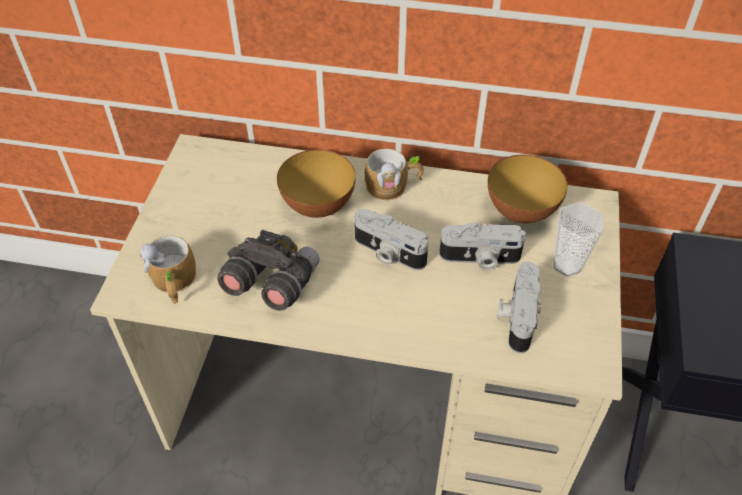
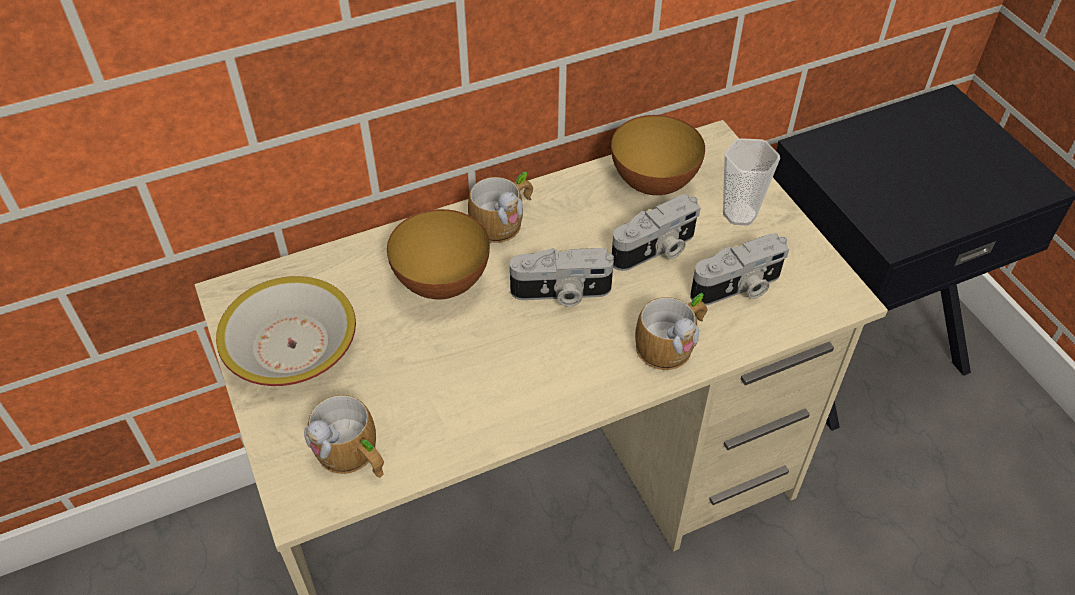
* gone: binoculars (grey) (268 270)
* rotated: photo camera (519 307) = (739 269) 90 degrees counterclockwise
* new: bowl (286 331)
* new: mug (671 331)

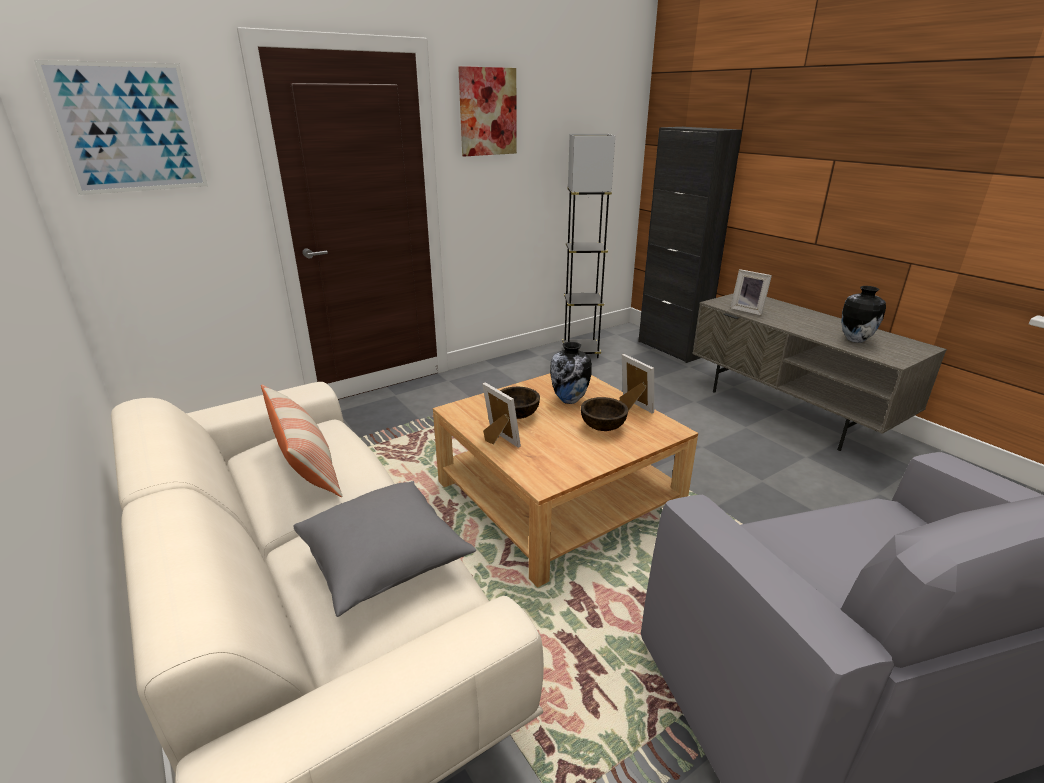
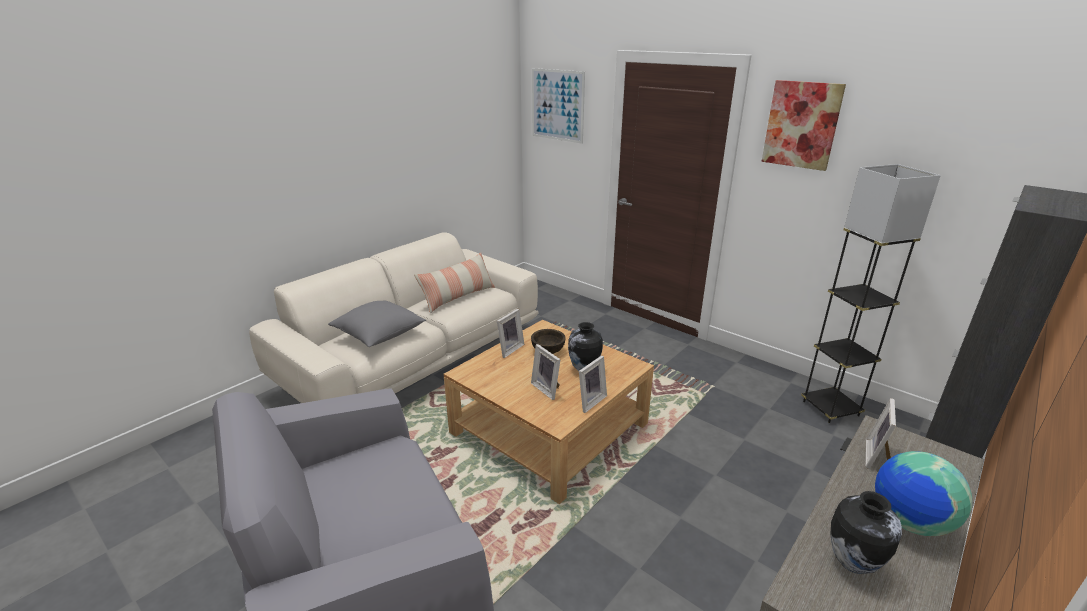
* swapped: bowl (brown) (604 414) to picture frame (546 372)
* new: globe (923 493)

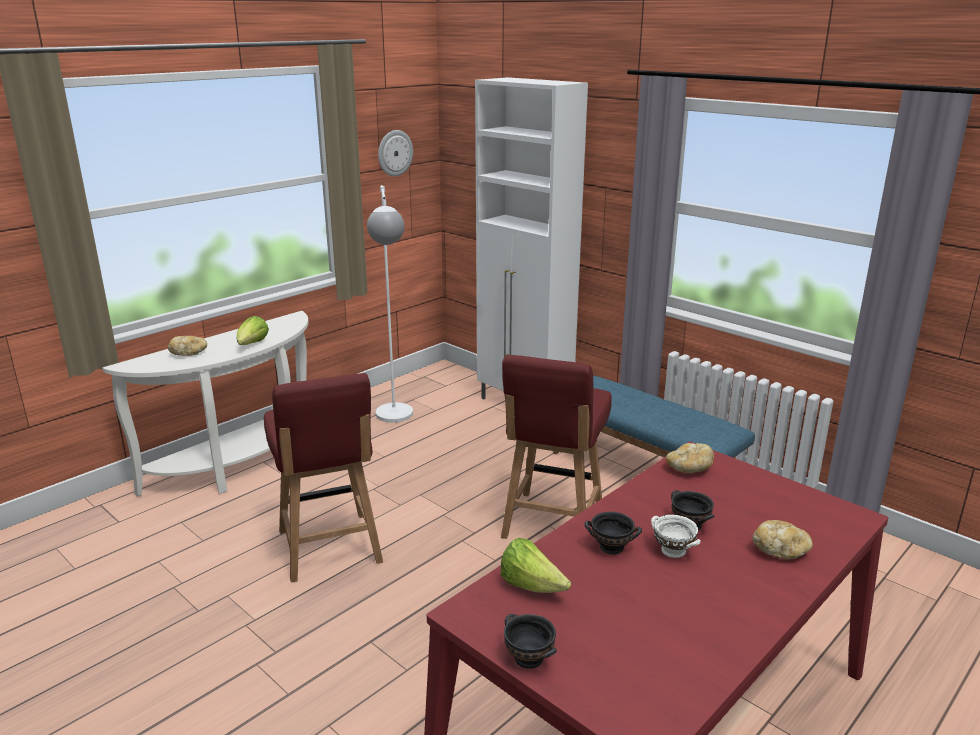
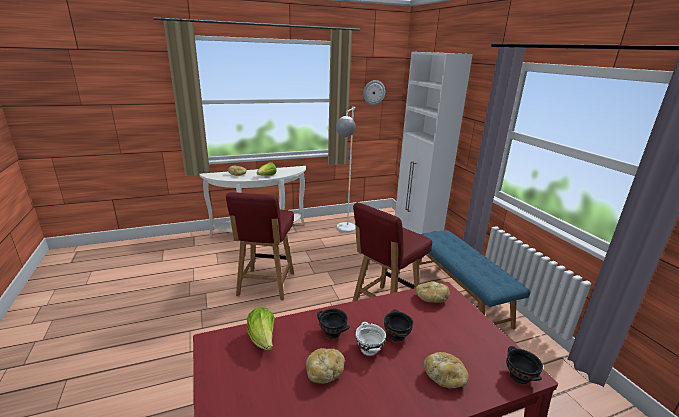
* shifted: bowl (black) (530 641) to (524 365)
* new: bread (325 366)

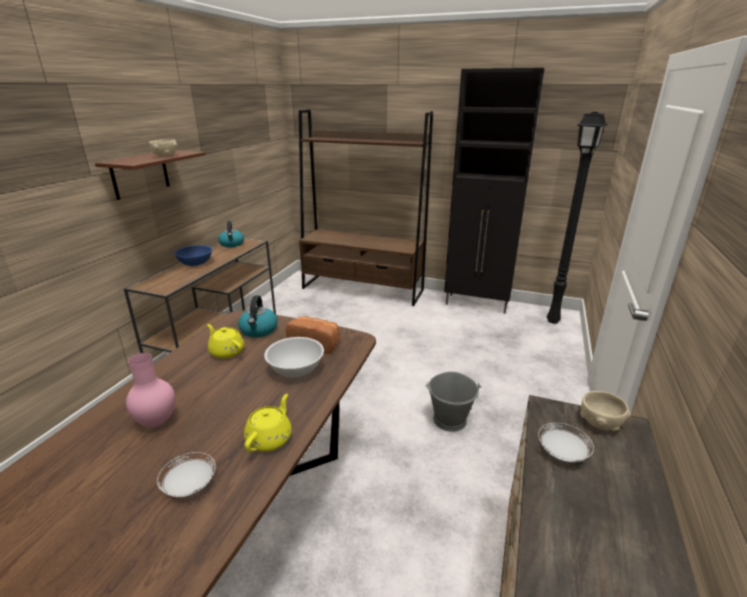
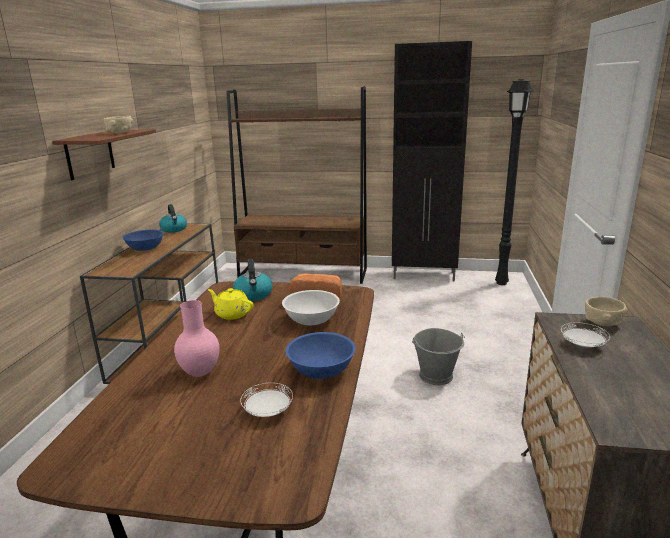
* swapped: teapot (yellow) (268 423) to bowl (blue) (321 355)

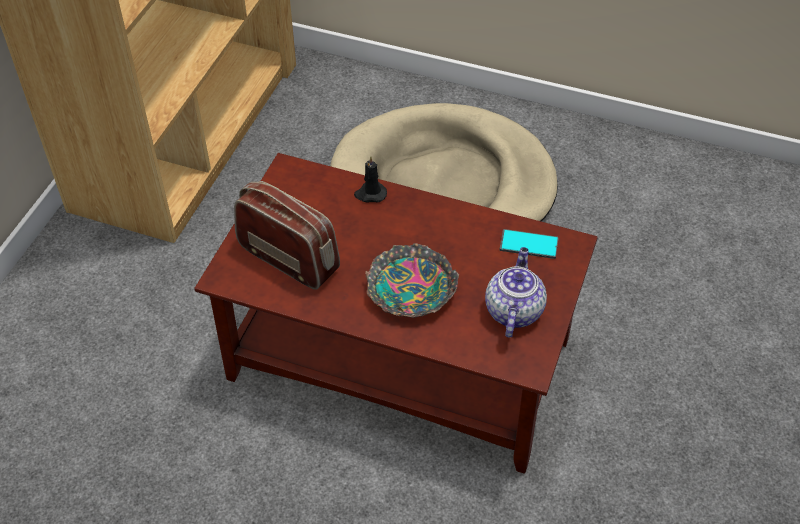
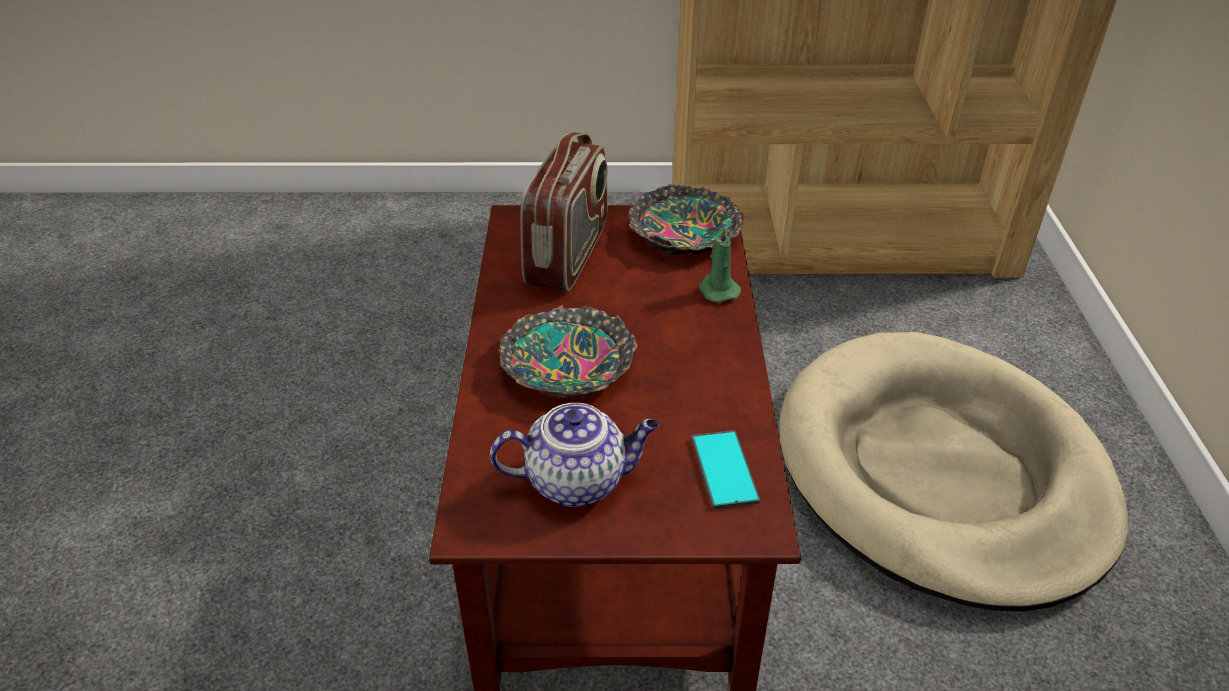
* repainted: candle (black) (370 179) to candle (green) (719 264)
* new: bowl (686 219)

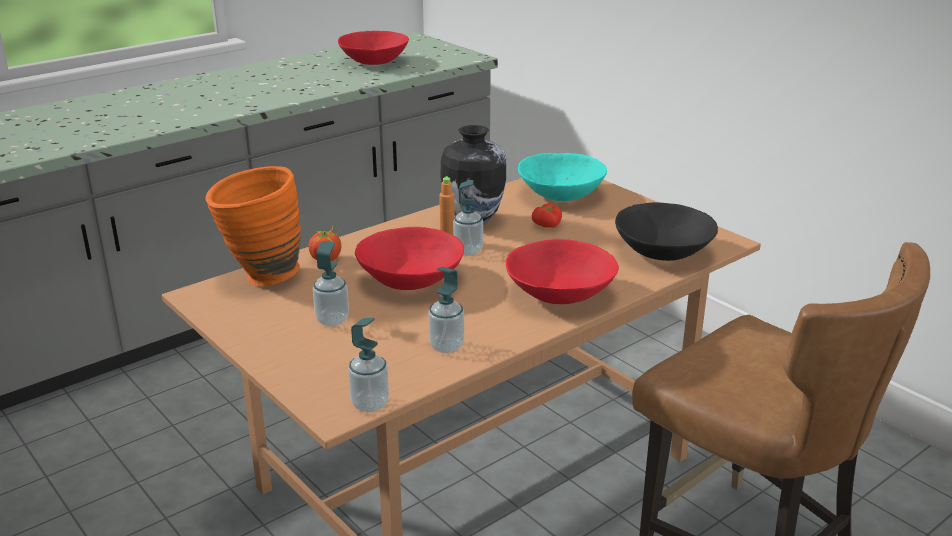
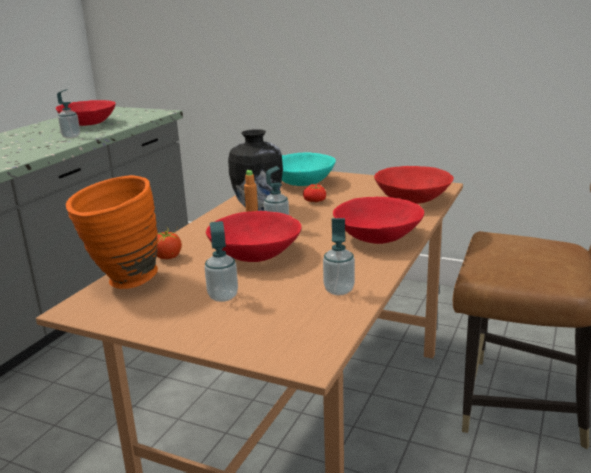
* shifted: soap dispenser (368 365) to (68 113)
* repainted: bowl (black) (666 231) to bowl (red) (414 185)

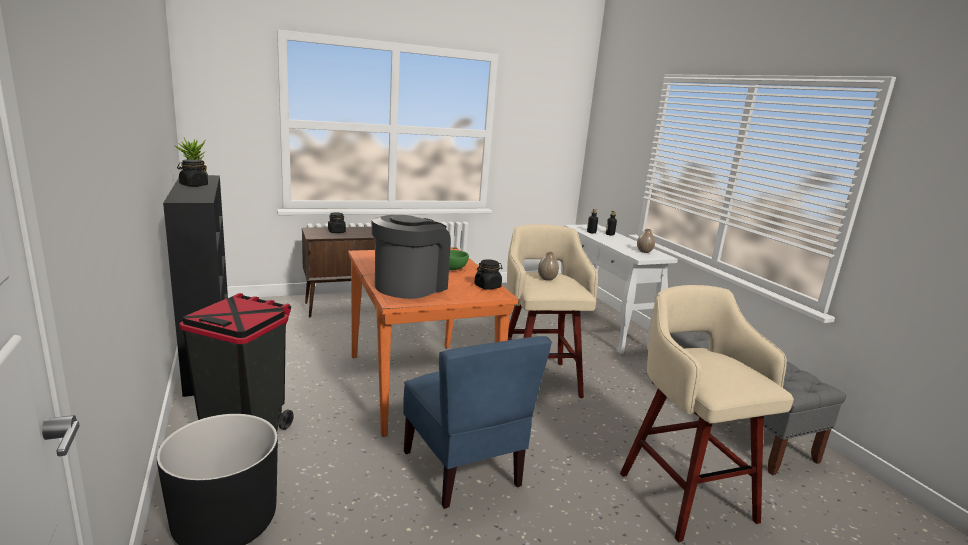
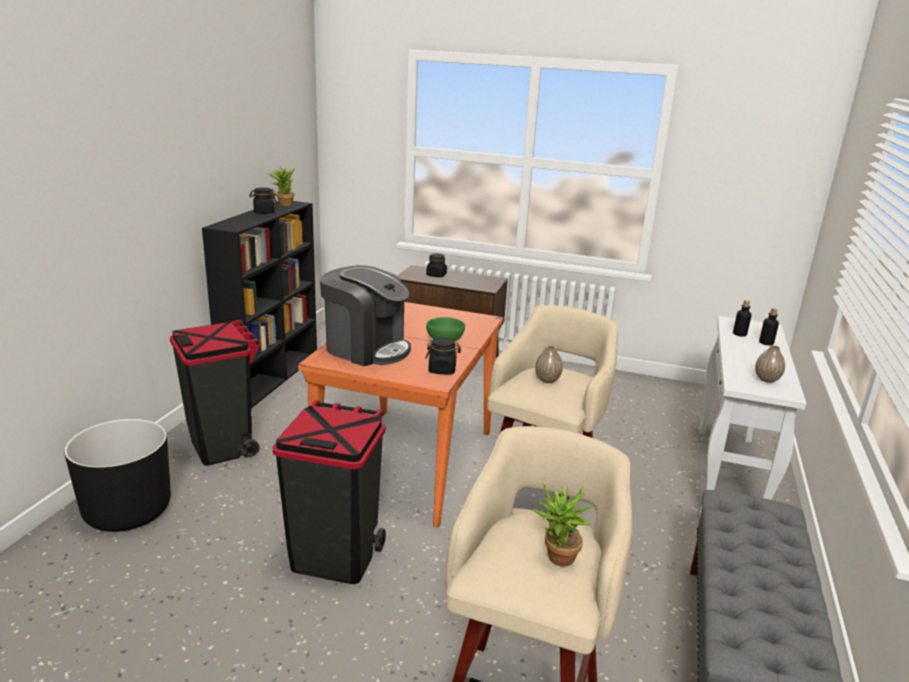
* rotated: coffee machine (411 257) = (365 315) 45 degrees clockwise
* swapped: chair (blue) (477 422) to trash can (black) (329 492)
* new: potted plant (565 525)

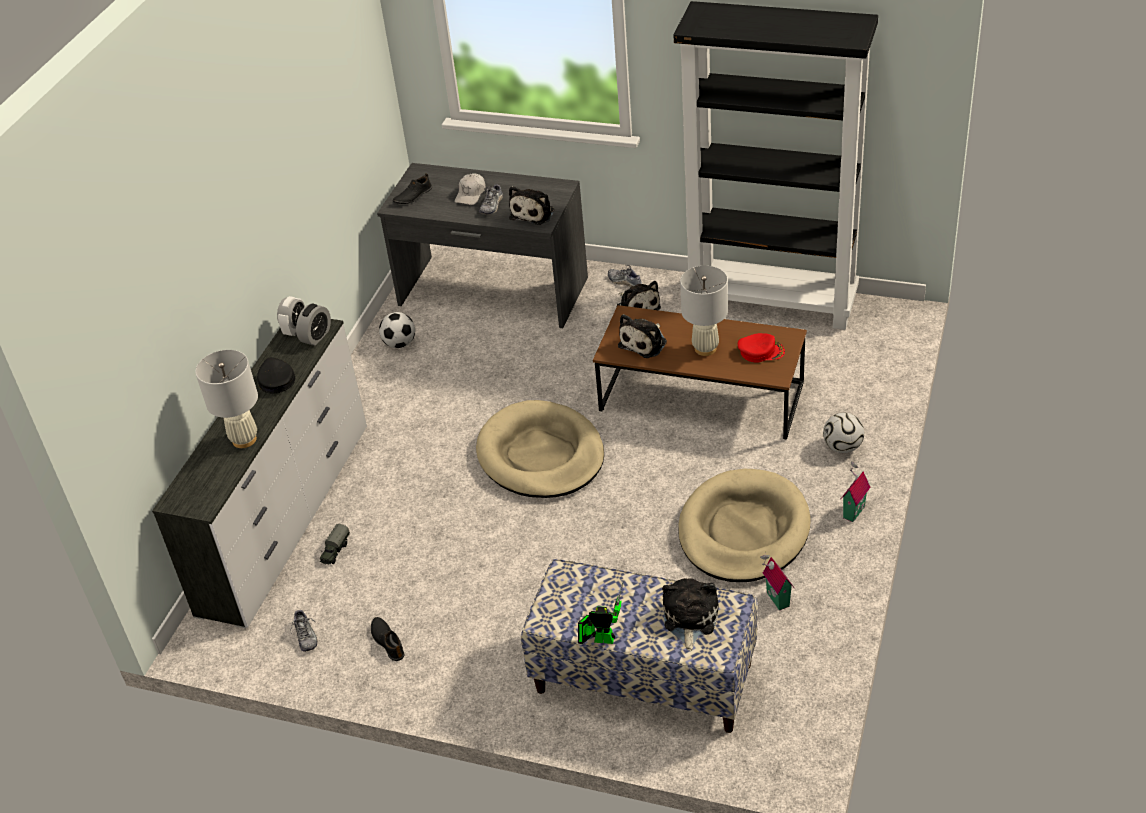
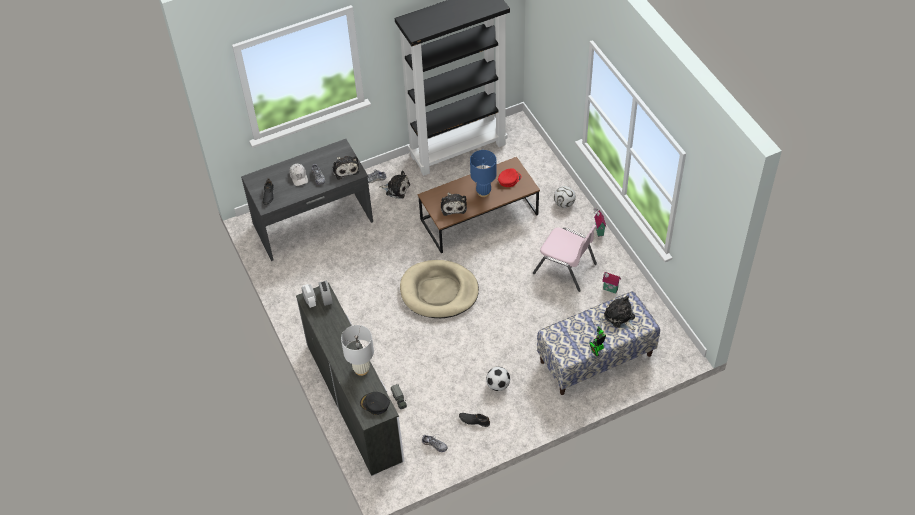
* shifted: cap (black) (276 375) to (375 403)
* shifted: football (397 330) to (498 379)
* swapped: dog bed (beige) (744 525) to chair (pink) (565 258)
* repainted: table lamp (white) (704 311) to table lamp (blue) (483 173)

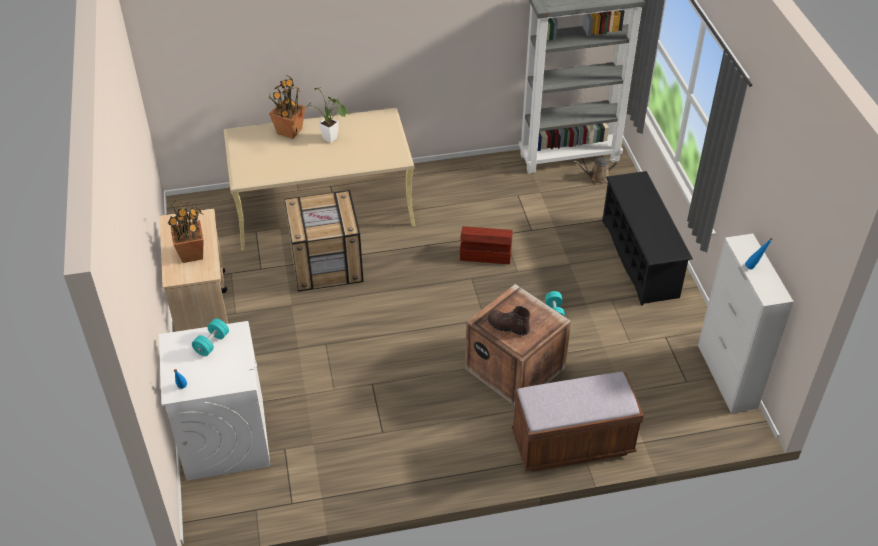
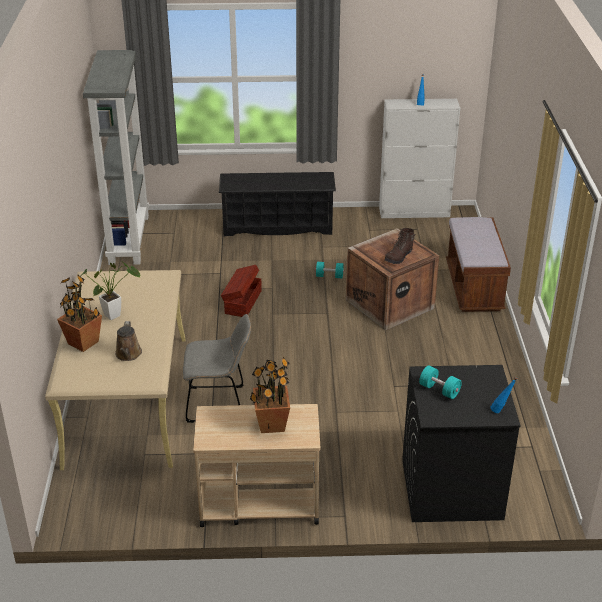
* repainted: washing machine (white) (214 401) to washing machine (black) (461 443)
* swapped: crate (324 241) to chair (grey) (217 368)
* shifted: watering can (brown) (595 170) to (128 341)

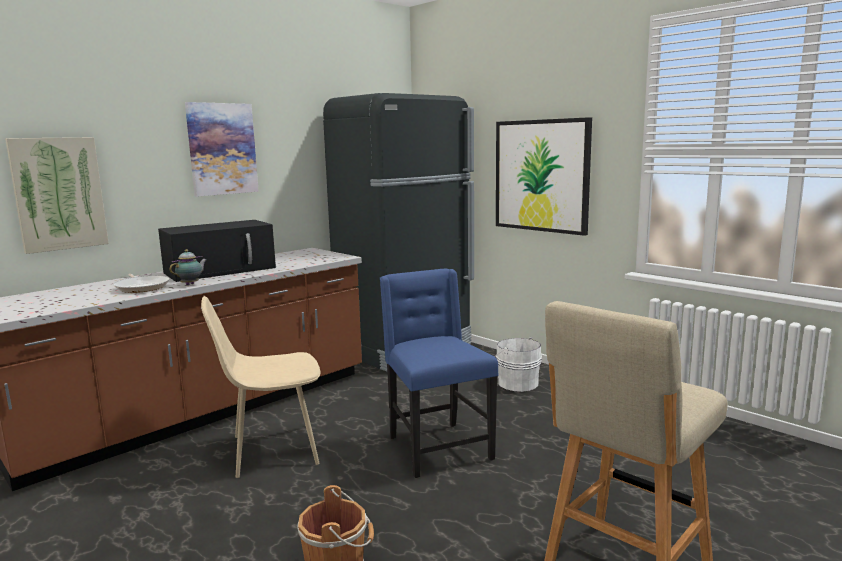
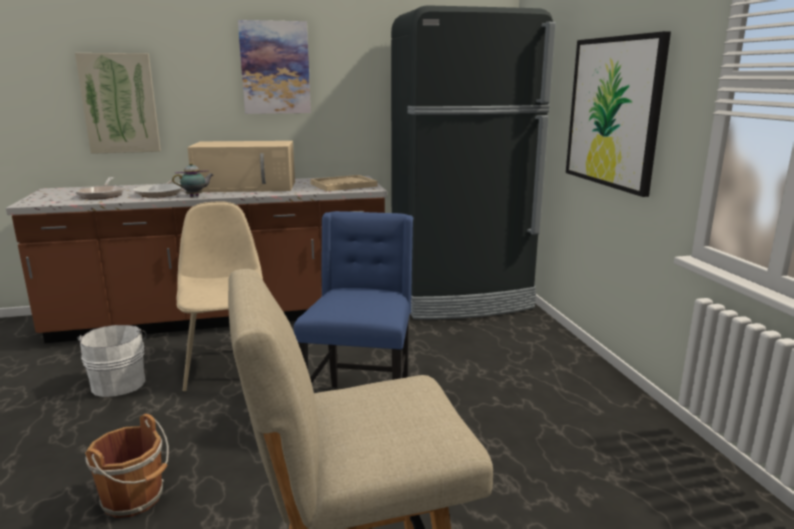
* repainted: microwave (black) (217 251) to microwave (beige) (241 166)
* rotated: chair (beige) (261 387) = (220 296) 60 degrees clockwise
* shifted: bucket (white) (518 364) to (111 361)
* new: frying pan (100 188)
* new: tray (beige) (344 183)

